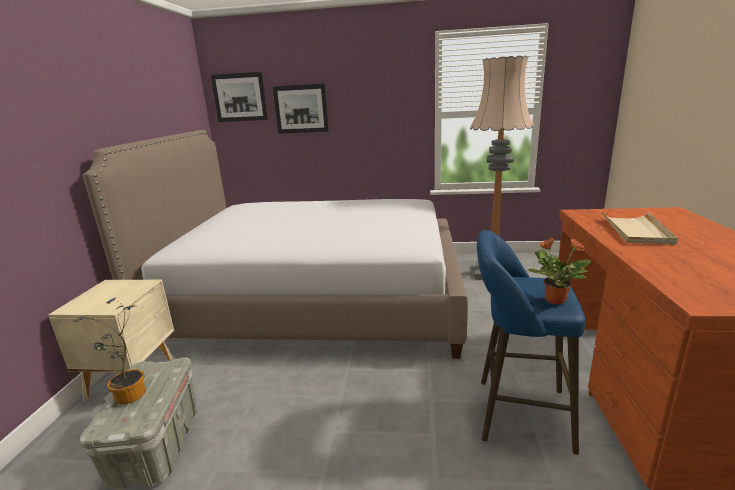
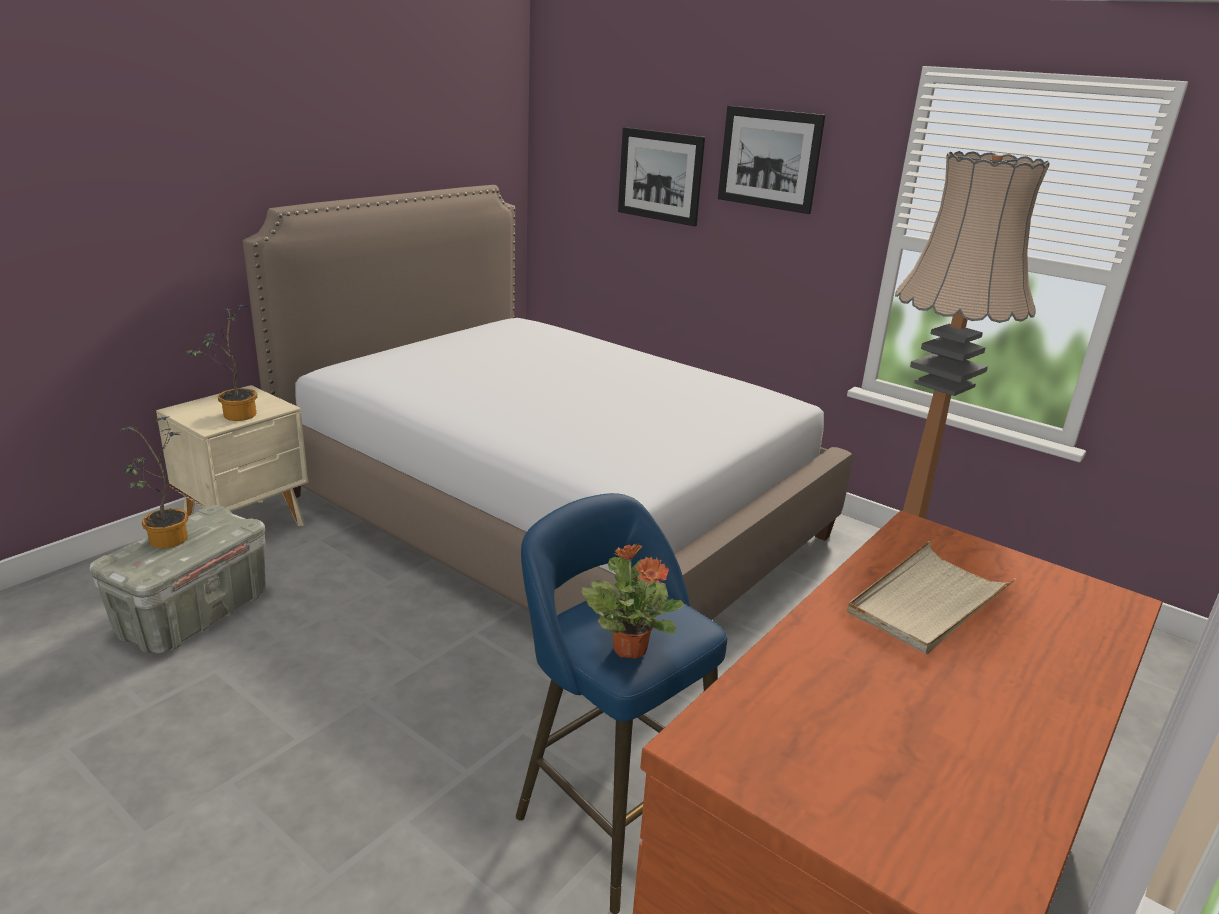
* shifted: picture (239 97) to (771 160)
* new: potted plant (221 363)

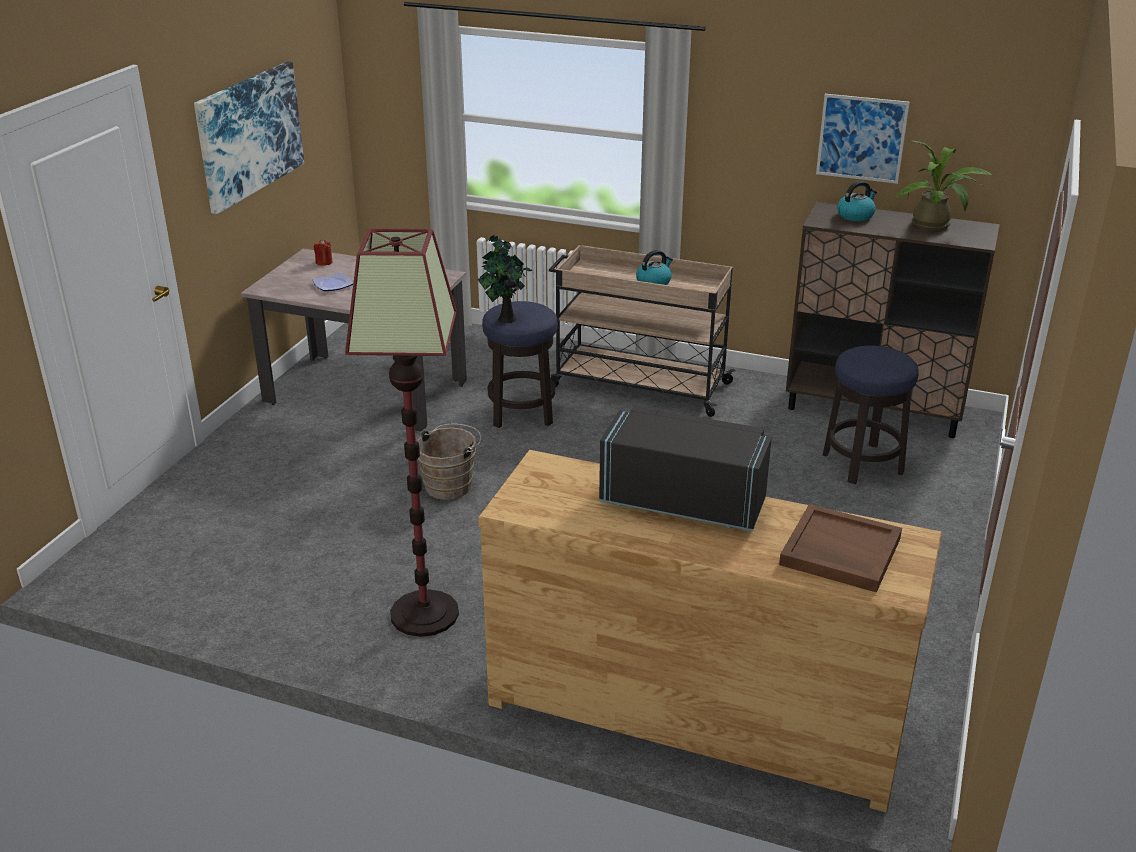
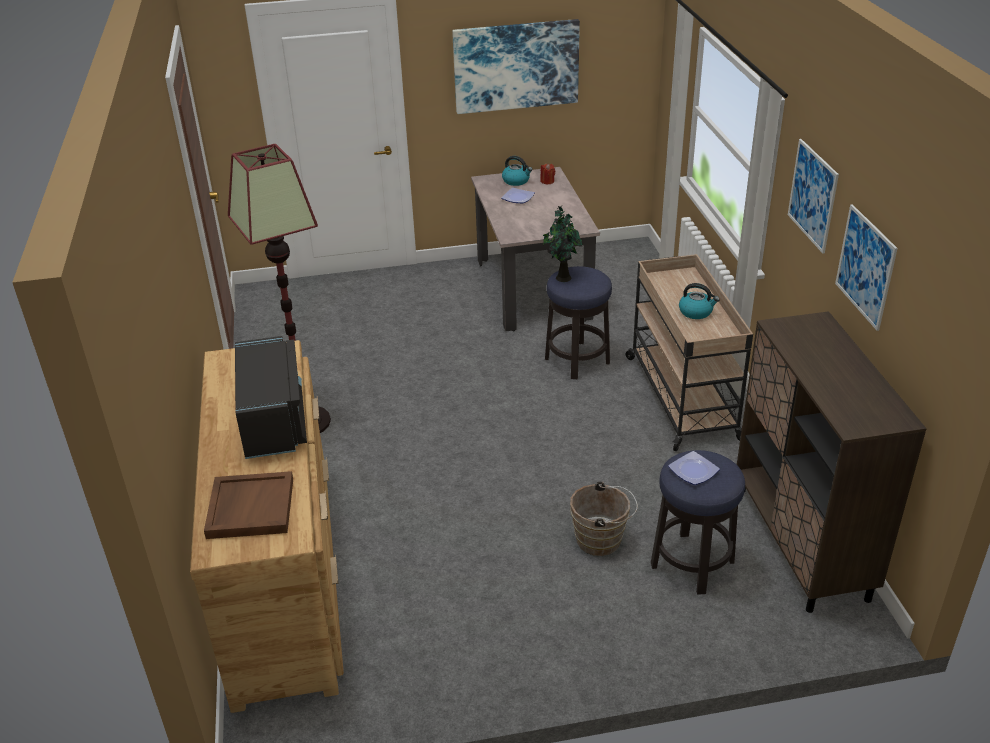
* shifted: bucket (brown) (449 462) to (604 519)
* shifted: kettle (857 201) to (517 171)
* gone: potted plant (943 185)
* new: plate (694 468)
* new: picture (813 196)

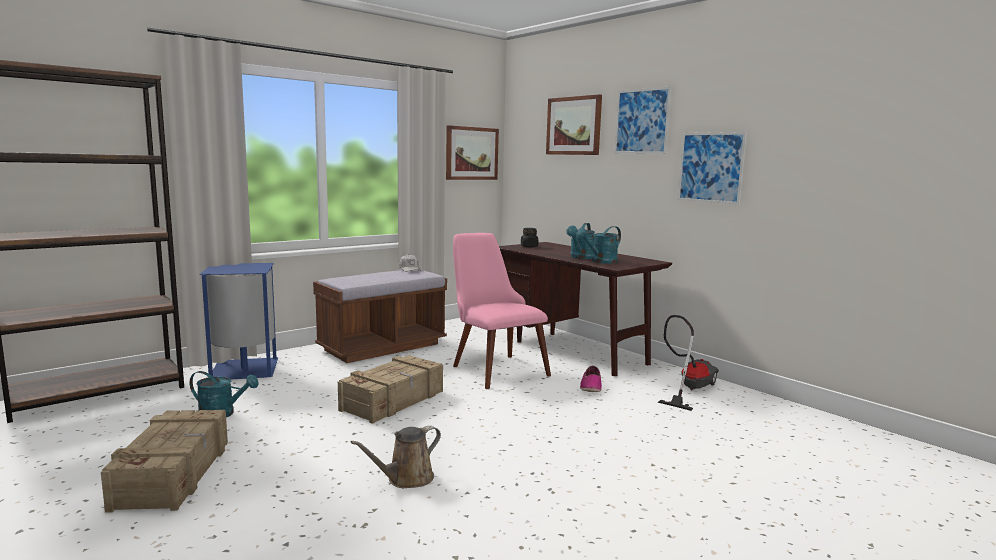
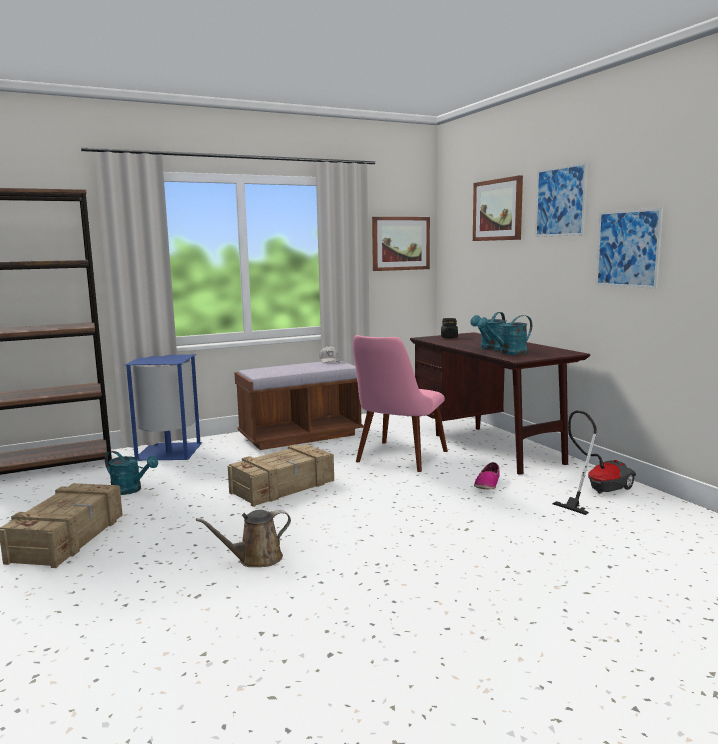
* rotated: chair (pink) (502 311) = (400 403) 135 degrees counterclockwise

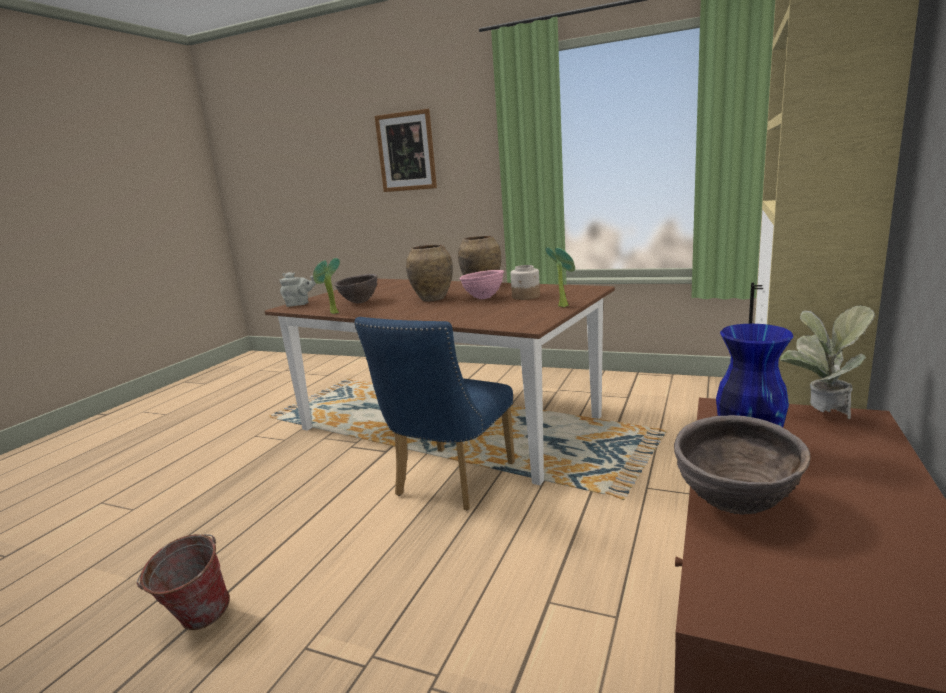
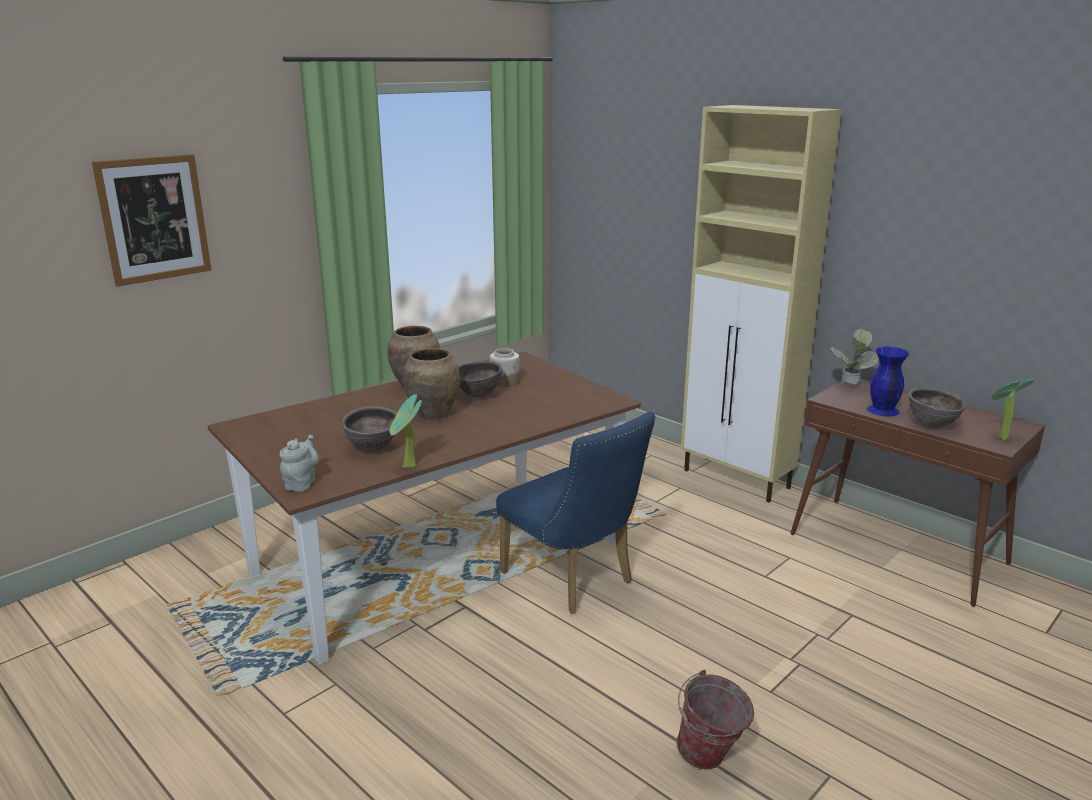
* repainted: bowl (pink) (481 284) to bowl (brown) (480 379)
* shifted: potted plant (560 277) to (1012 409)

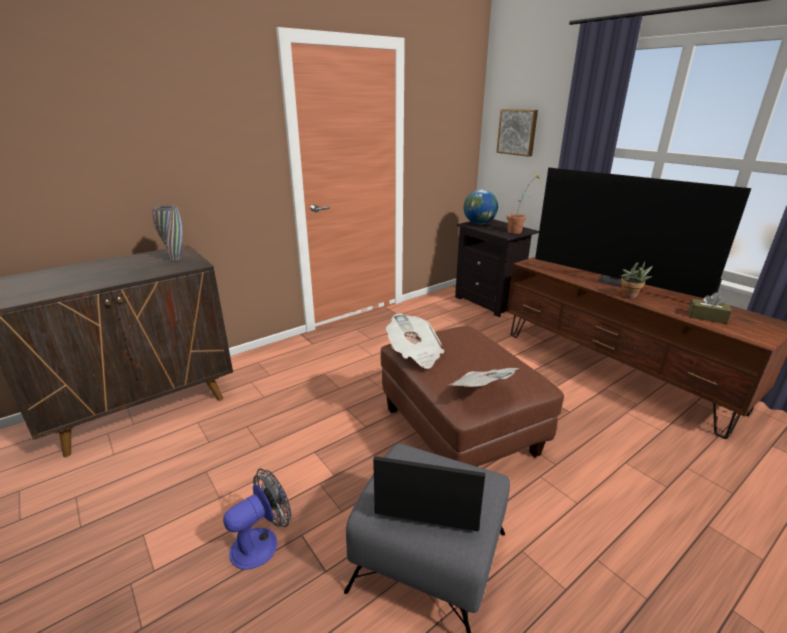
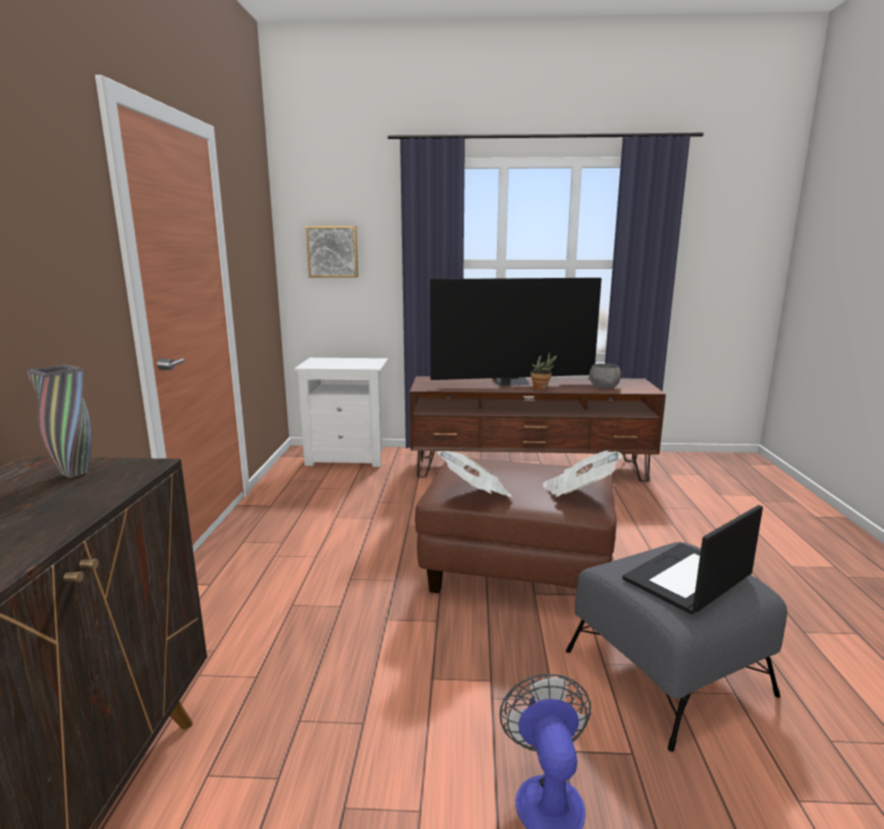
* repainted: nightstand (black) (497 268) to nightstand (white) (341 412)
* gone: globe (481 206)
* gone: potted plant (524 203)
* swapped: tissue box (brown) (710 308) to bowl (grey) (604 376)

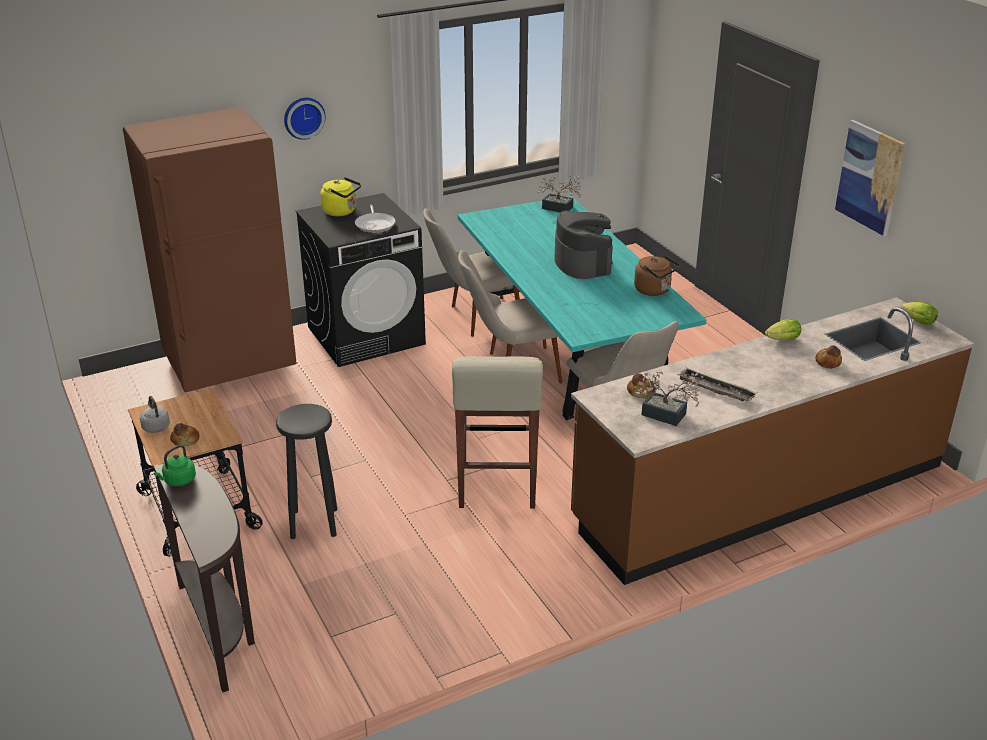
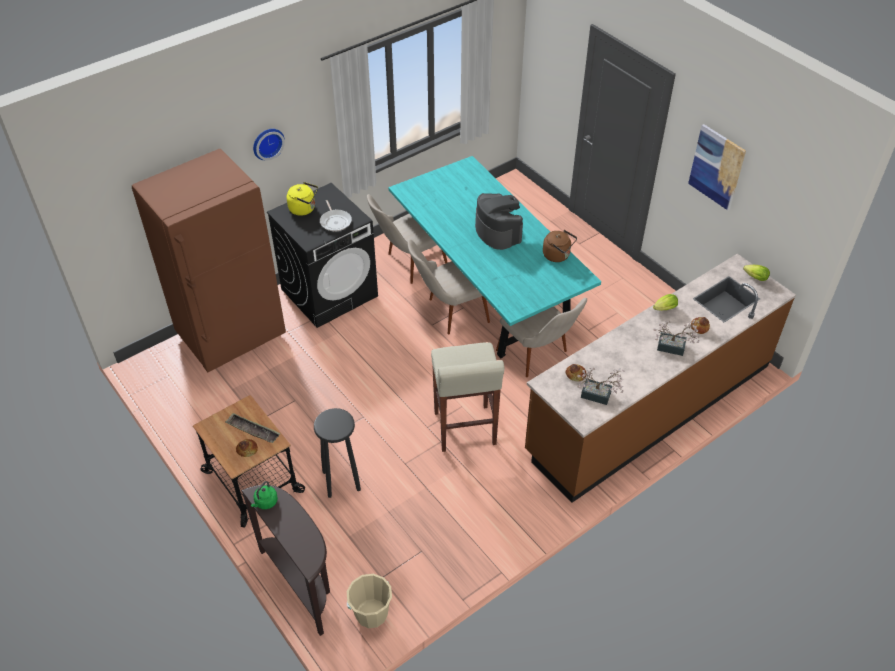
* gone: kettle (grey) (155 414)
* shifted: potted plant (560 193) to (677 338)
* shifted: tray (717 384) to (252 428)
* new: bucket (beige) (369 601)

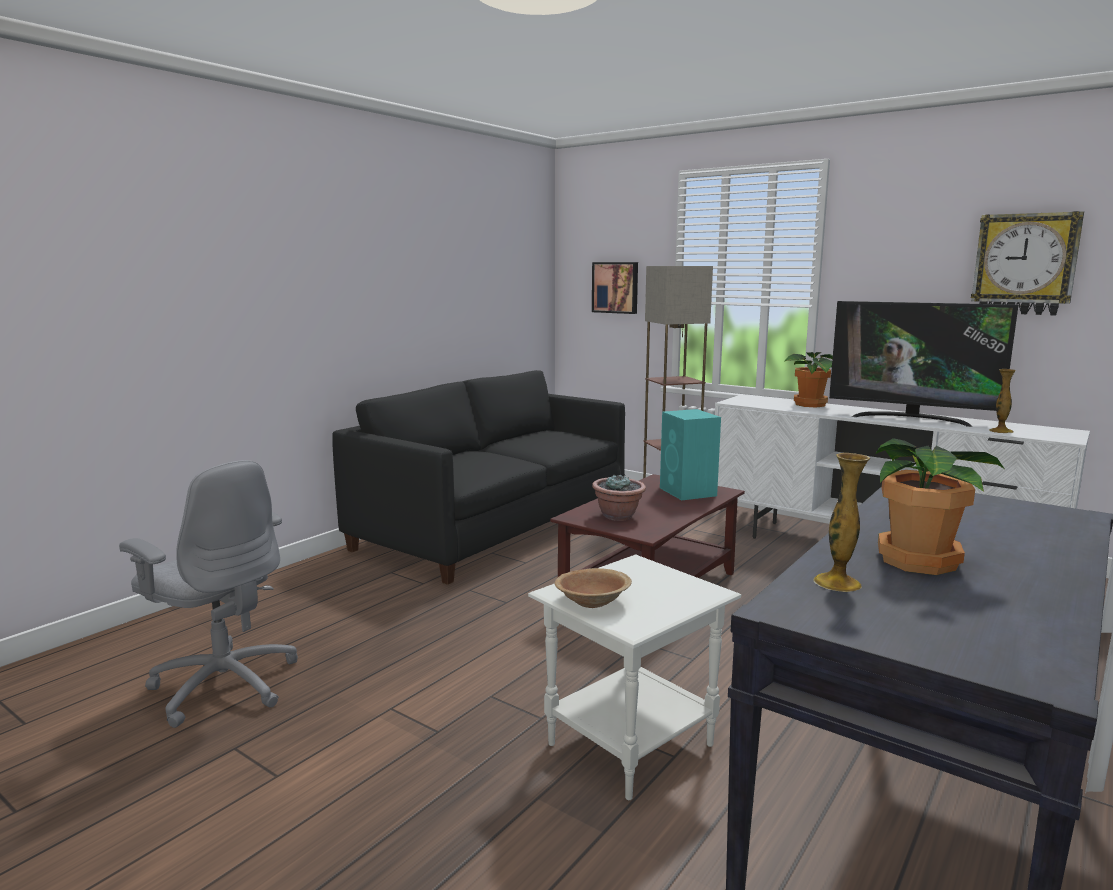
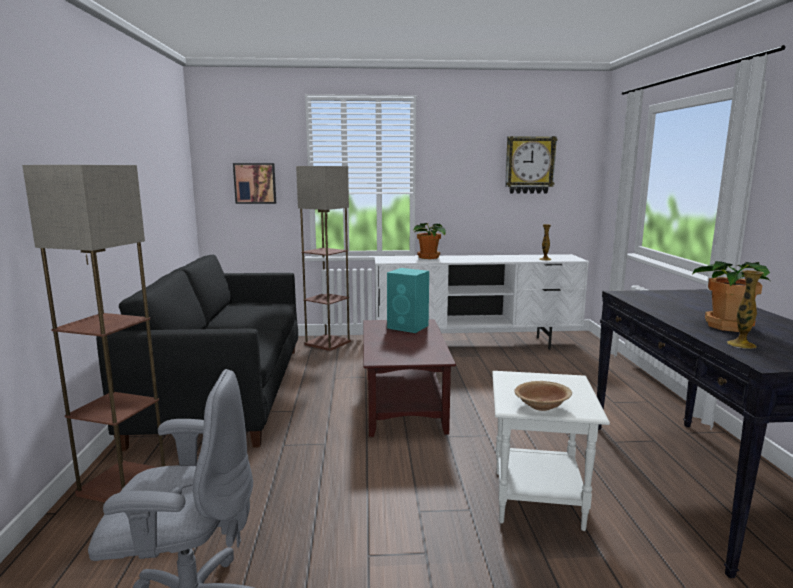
* gone: potted plant (619 497)
* gone: television (923 364)
* new: floor lamp (93 333)

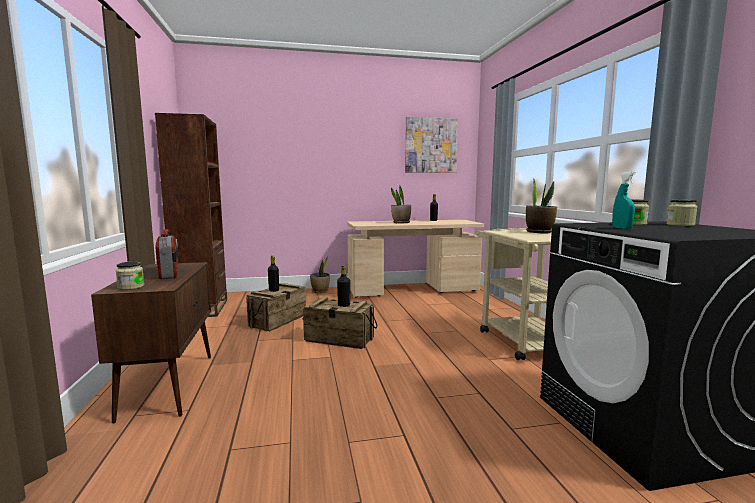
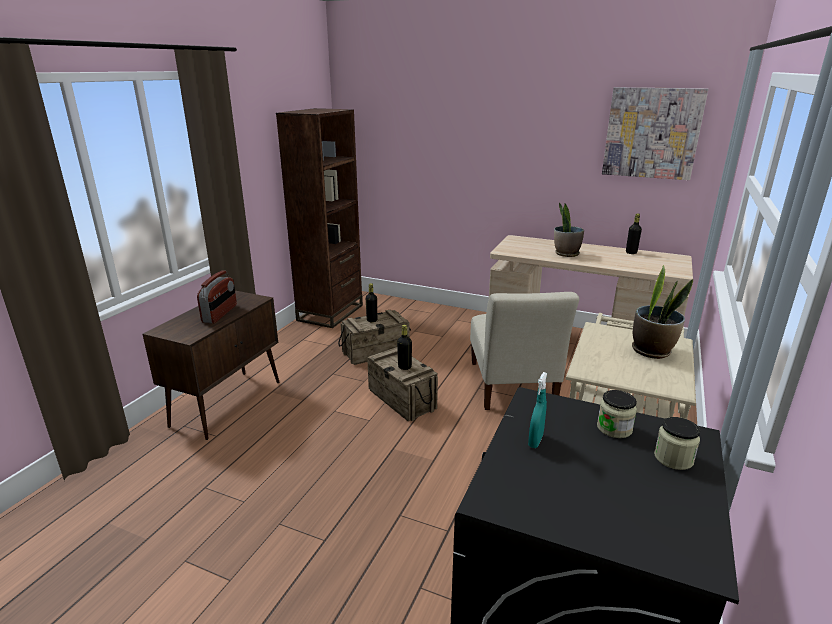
* gone: jar (130 275)
* gone: potted plant (320 274)
* new: chair (beige) (524 351)

